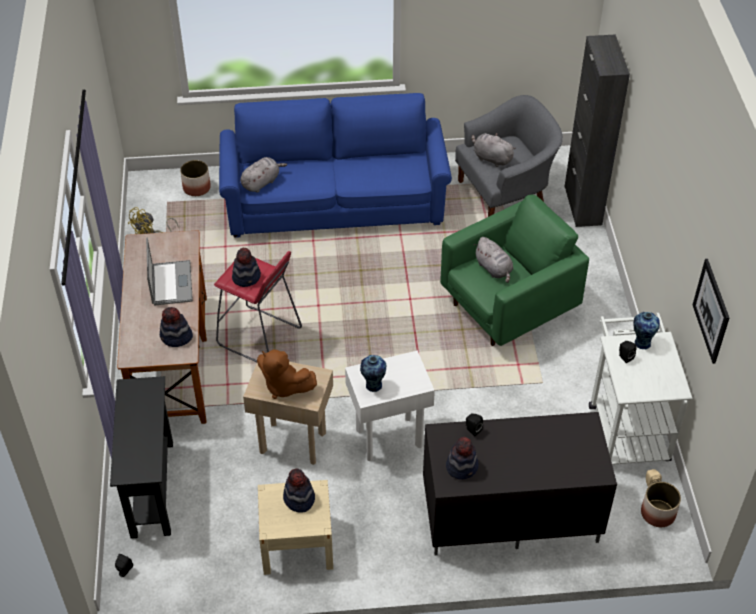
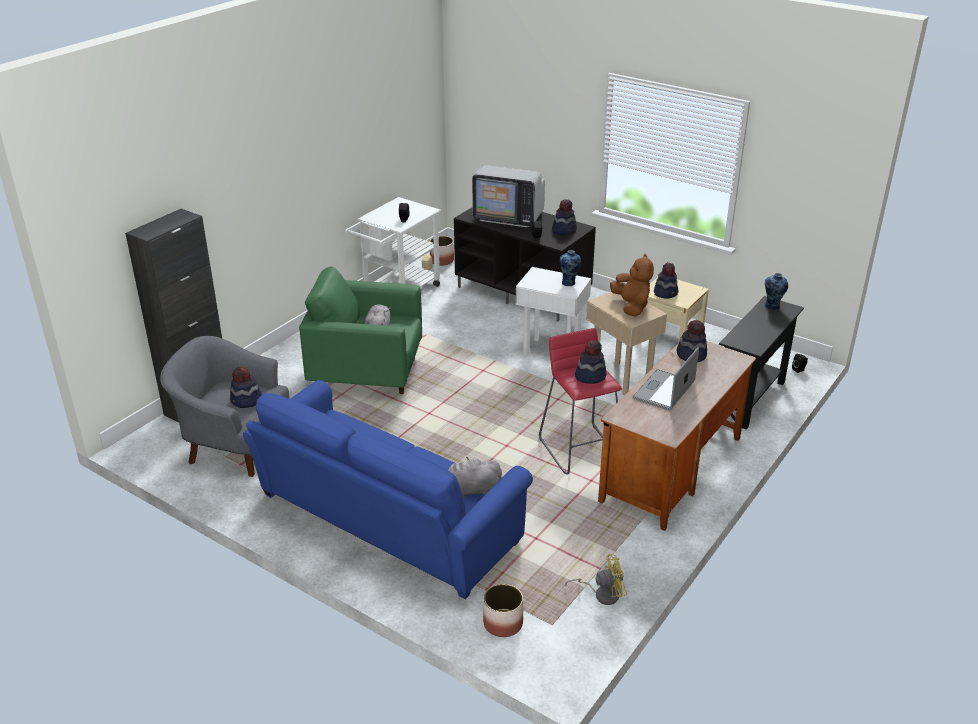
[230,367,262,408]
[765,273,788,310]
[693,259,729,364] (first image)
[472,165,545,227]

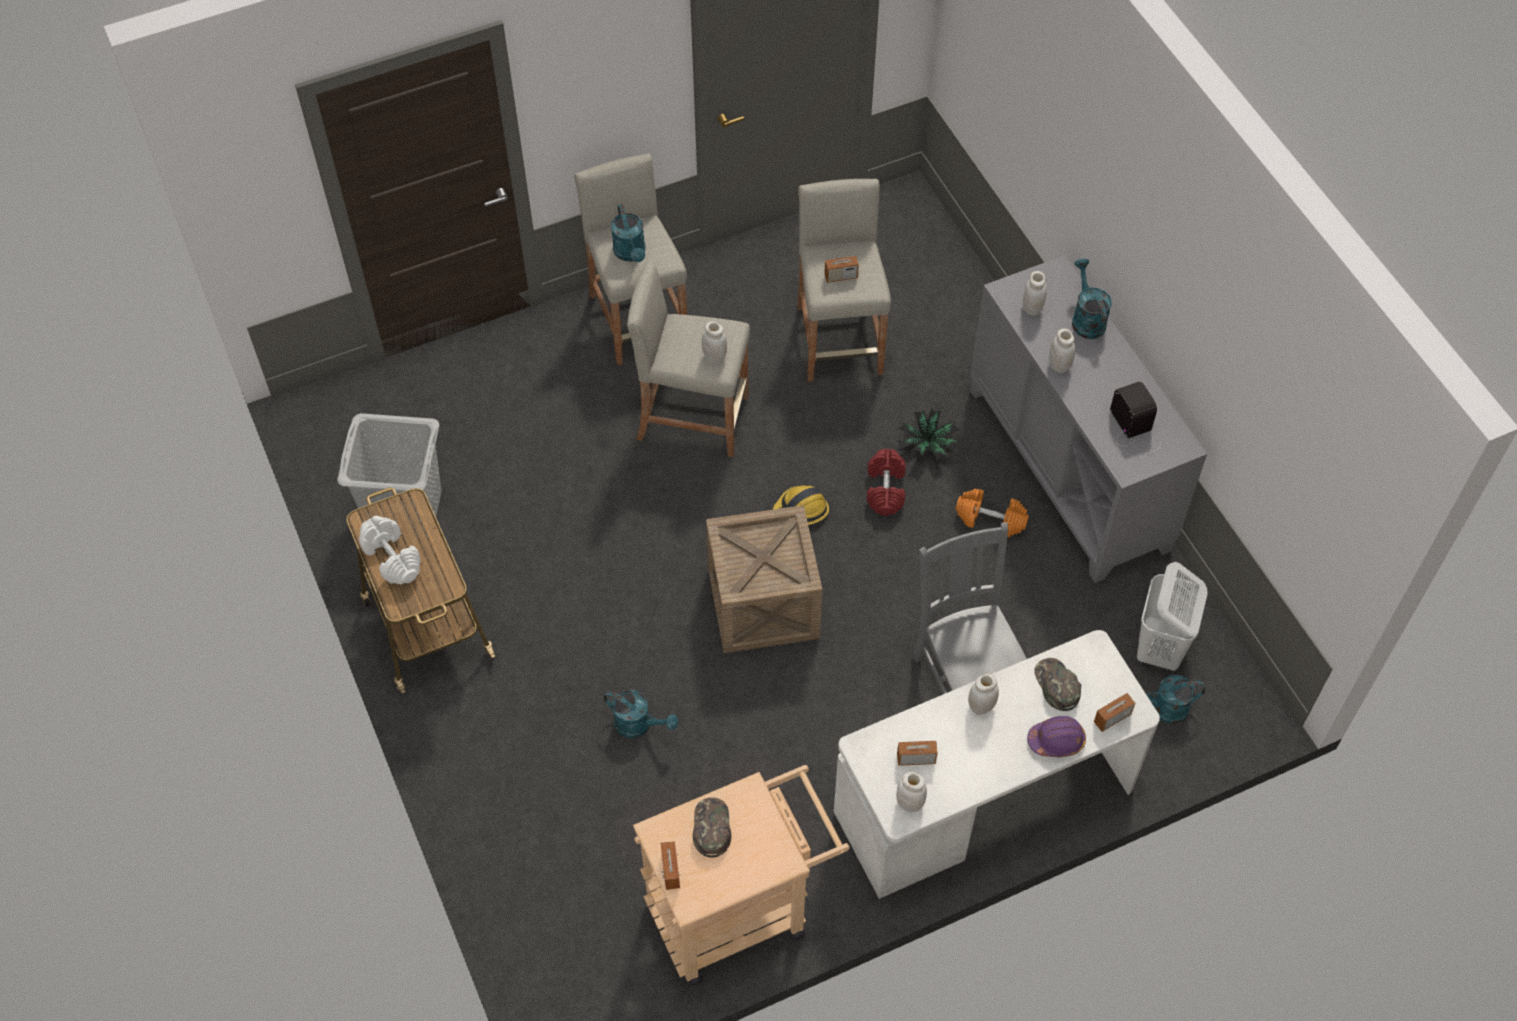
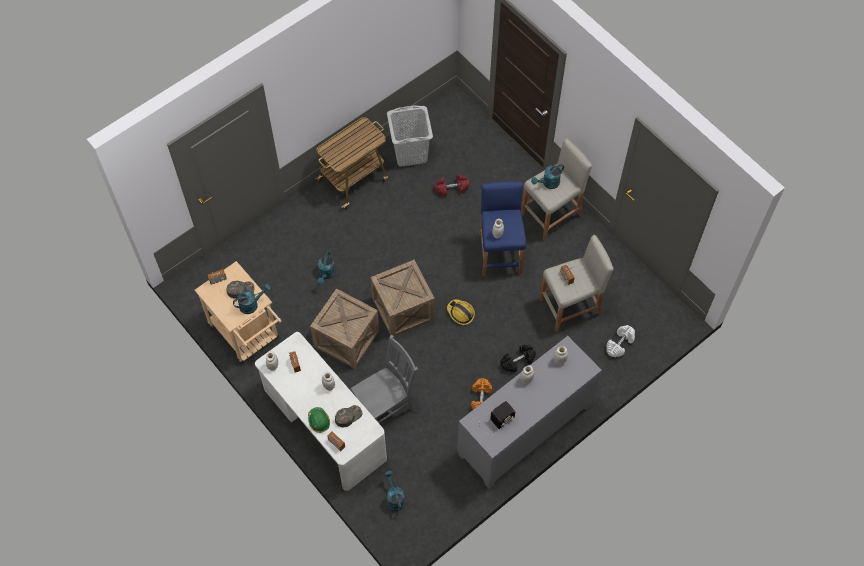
[606,325,635,357]
[479,181,526,277]
[435,175,469,196]
[501,345,536,372]
[308,407,330,433]
[233,284,271,314]
[1137,562,1208,672] (first image)
[310,288,380,369]

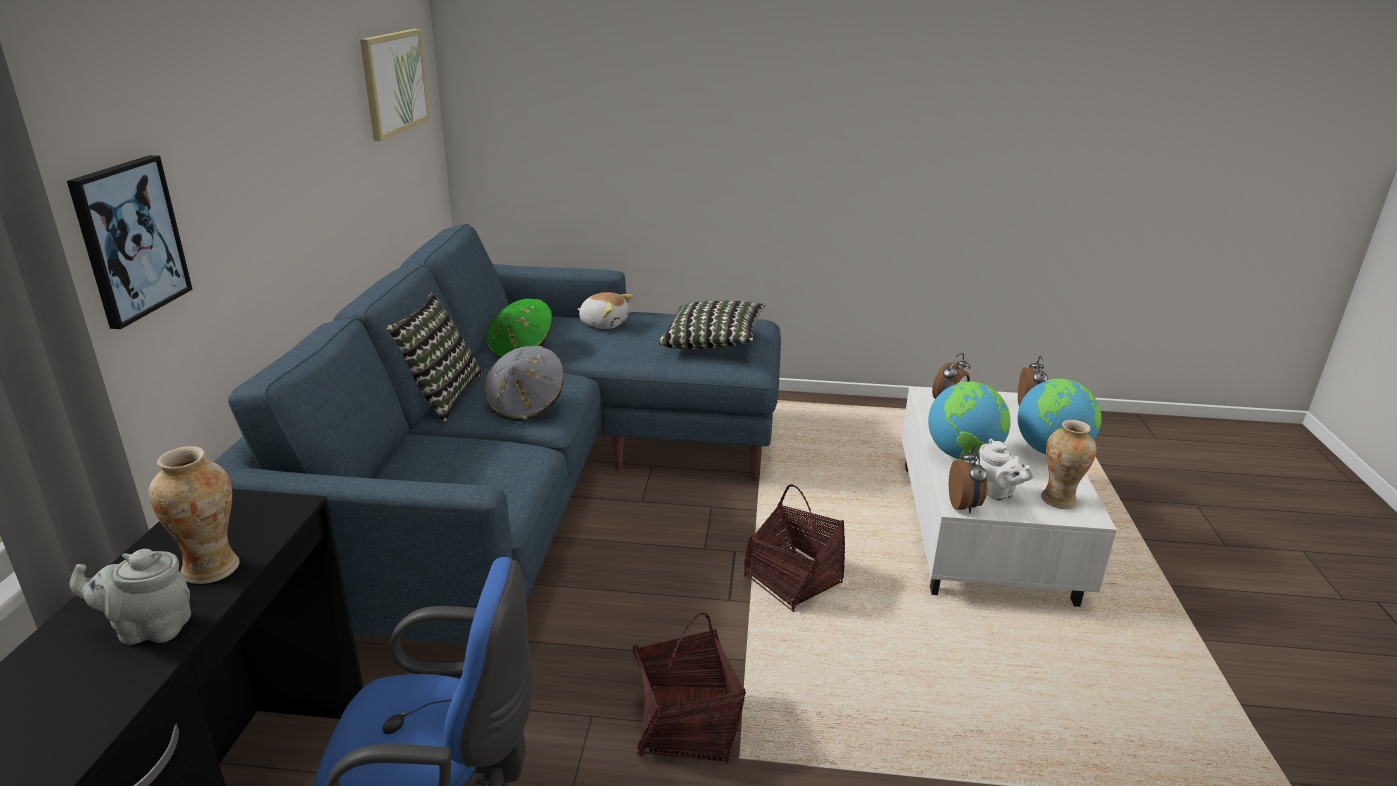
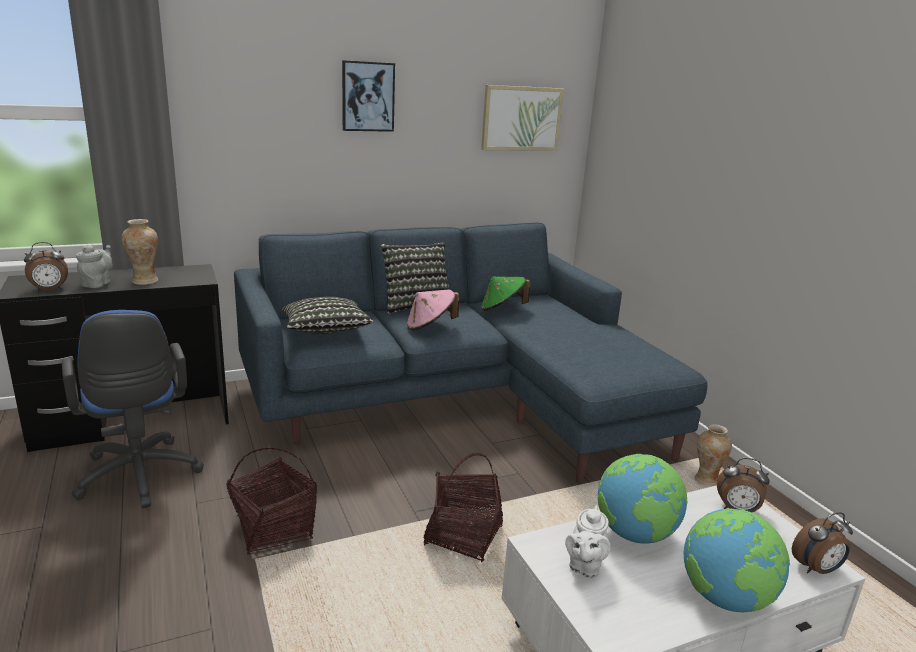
[342,60,395,132]
[76,244,113,288]
[407,290,459,331]
[578,292,633,329] (first image)
[282,297,374,334]
[24,242,68,292]
[695,424,732,487]

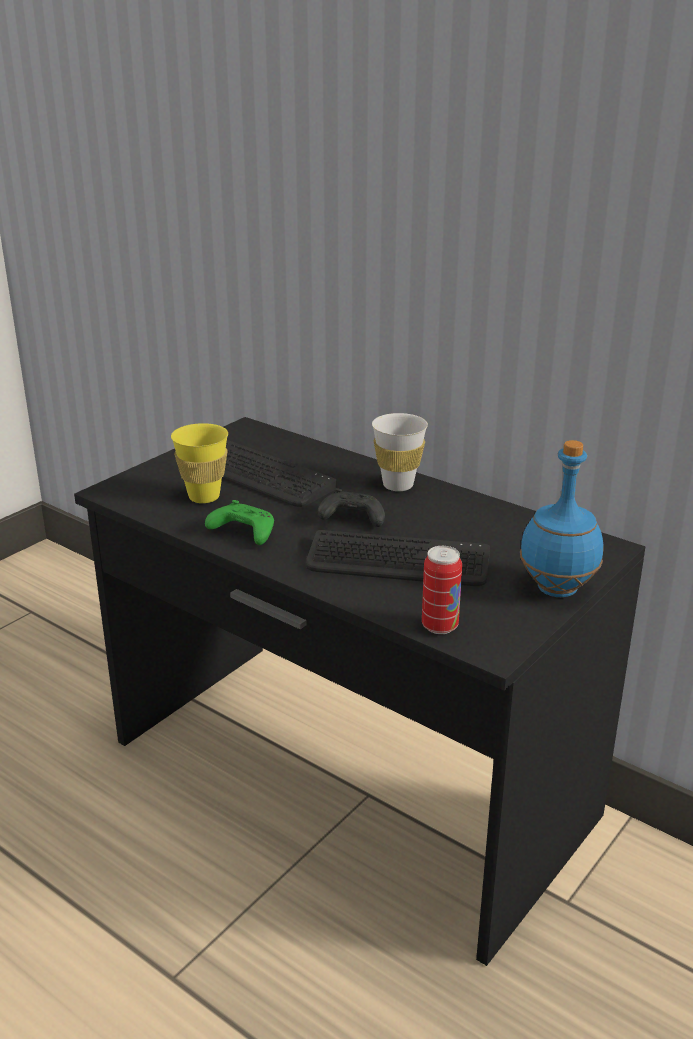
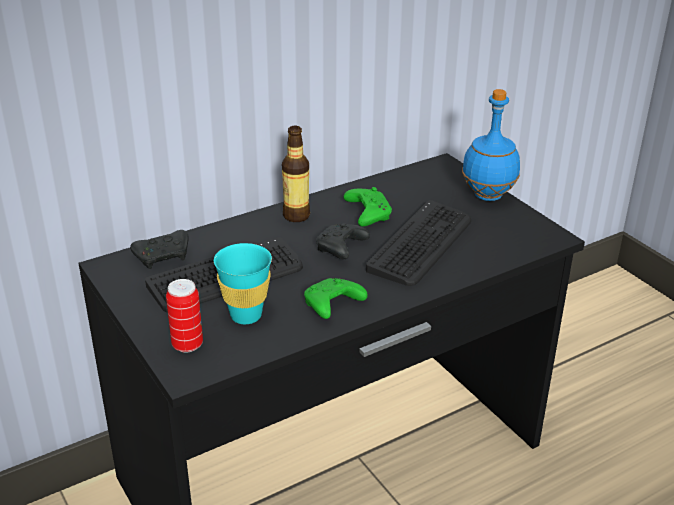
[214,243,272,324]
[282,126,310,222]
[166,279,203,353]
[130,230,189,269]
[344,187,392,227]

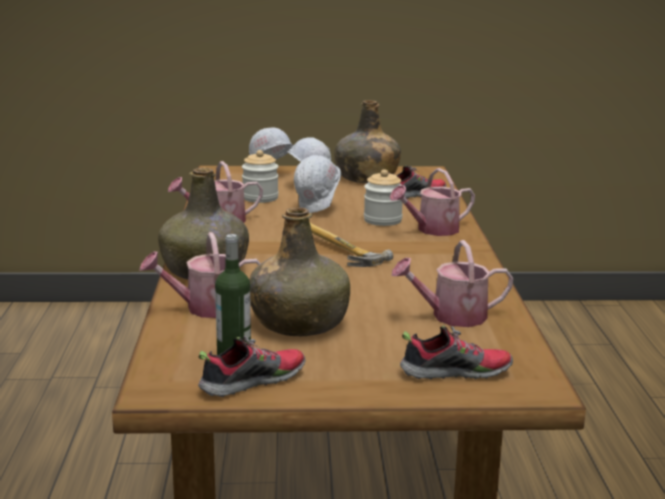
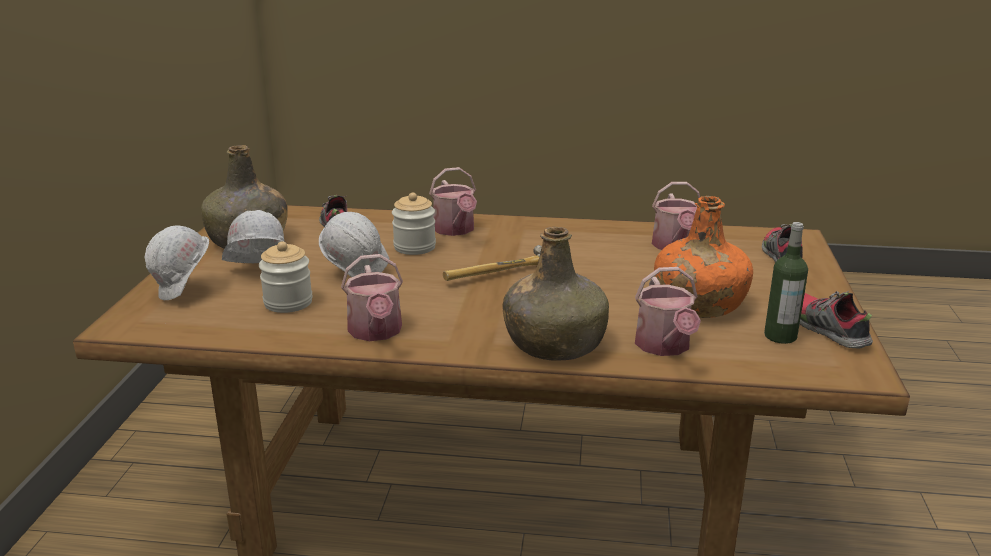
[654,196,753,318]

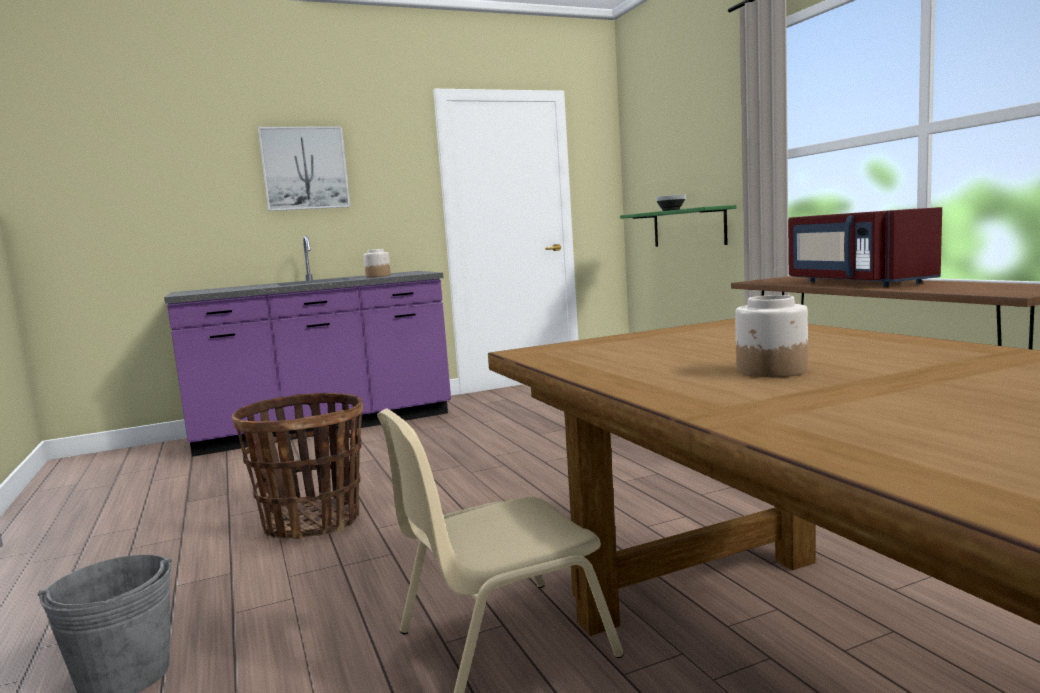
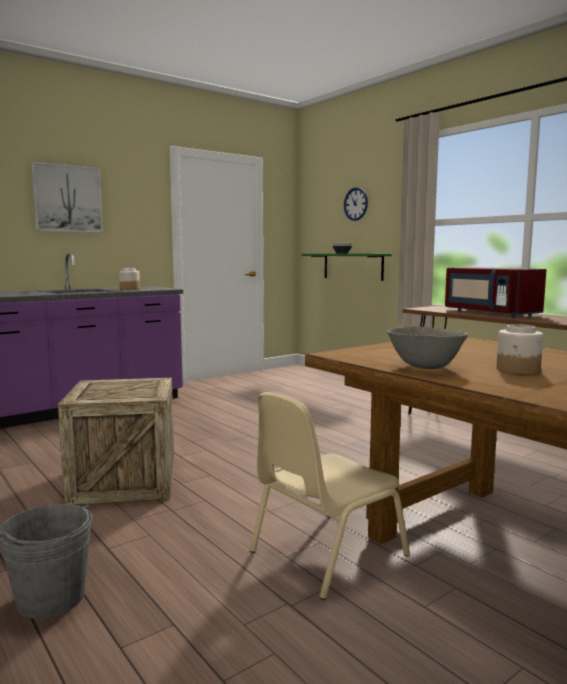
[58,378,175,505]
[344,187,368,221]
[387,326,468,369]

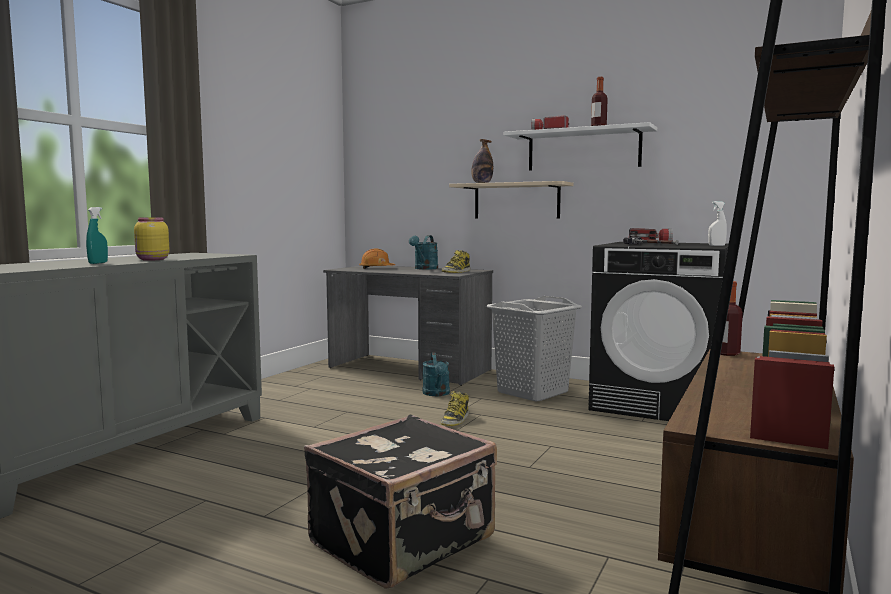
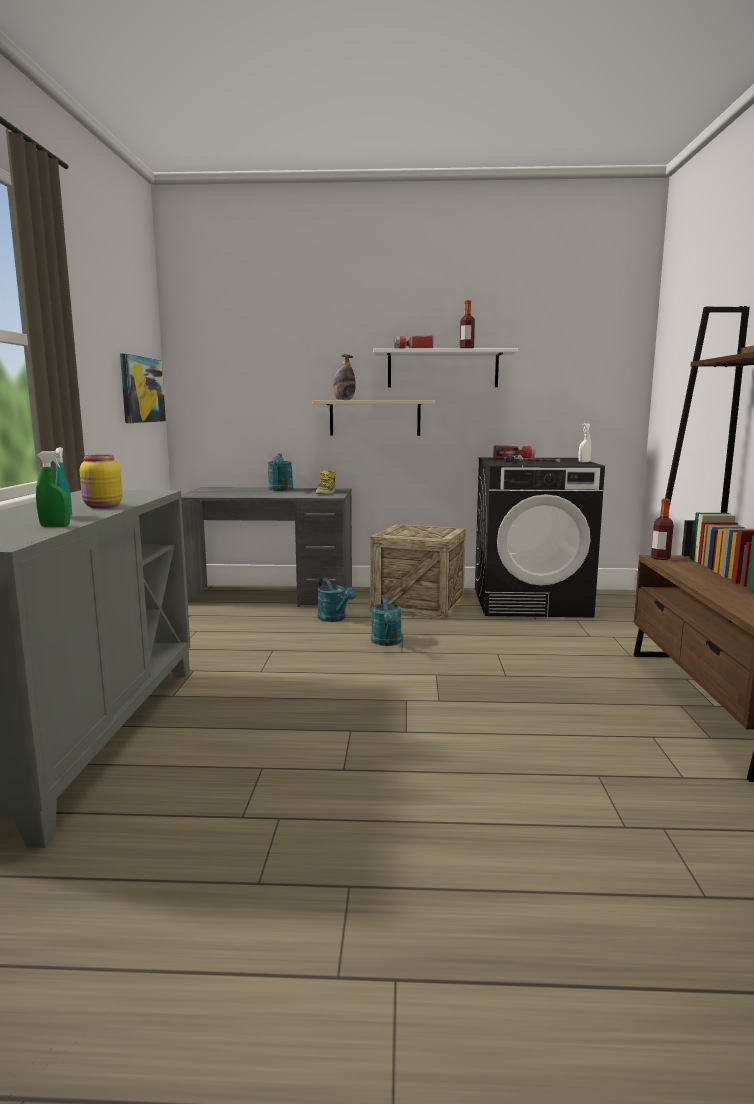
[304,415,497,589] (first image)
[359,248,395,269] (first image)
[371,595,402,646]
[370,524,466,620]
[36,451,70,527]
[120,353,166,423]

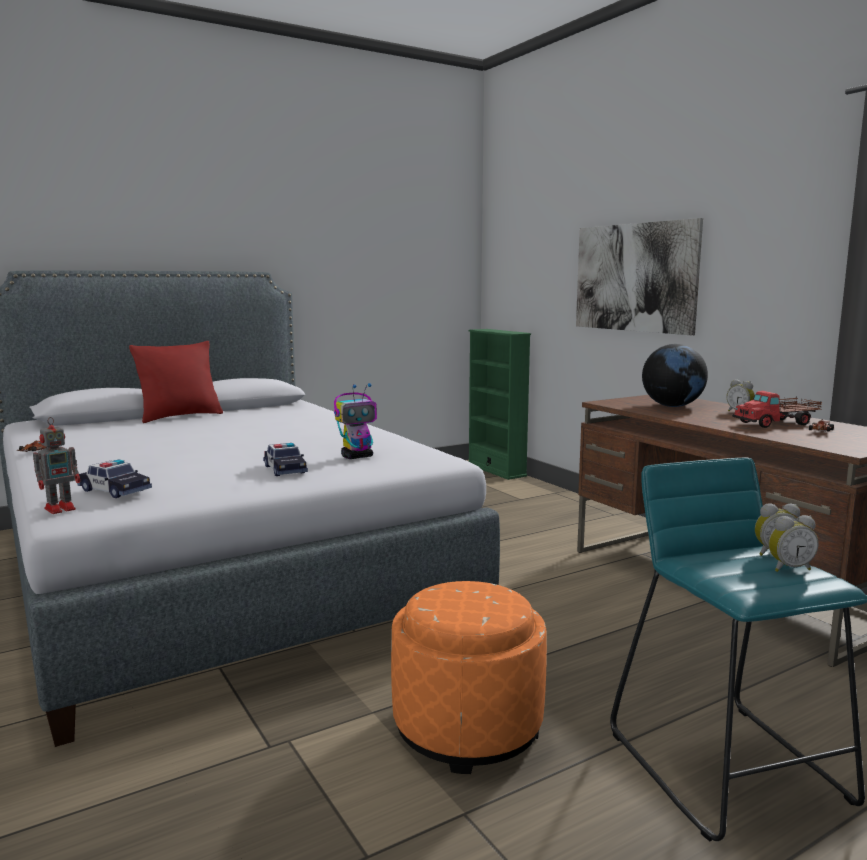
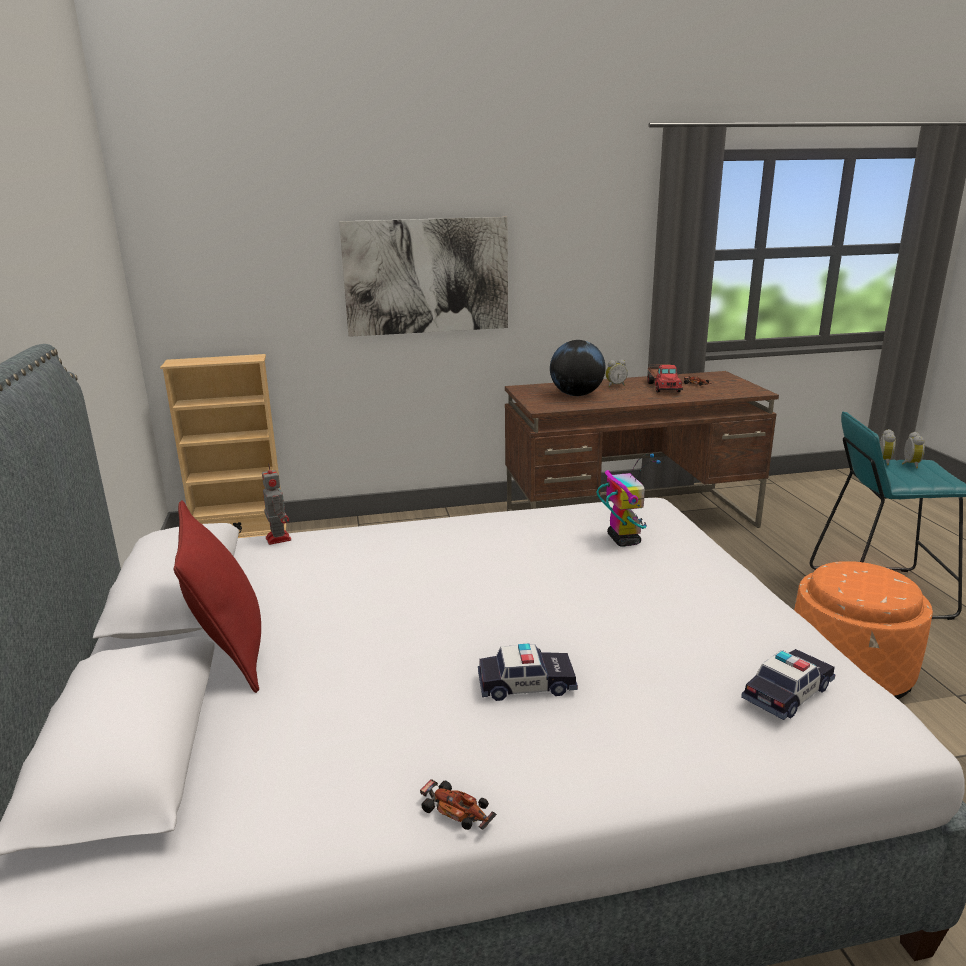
[262,464,291,545]
[478,644,578,701]
[160,354,287,538]

